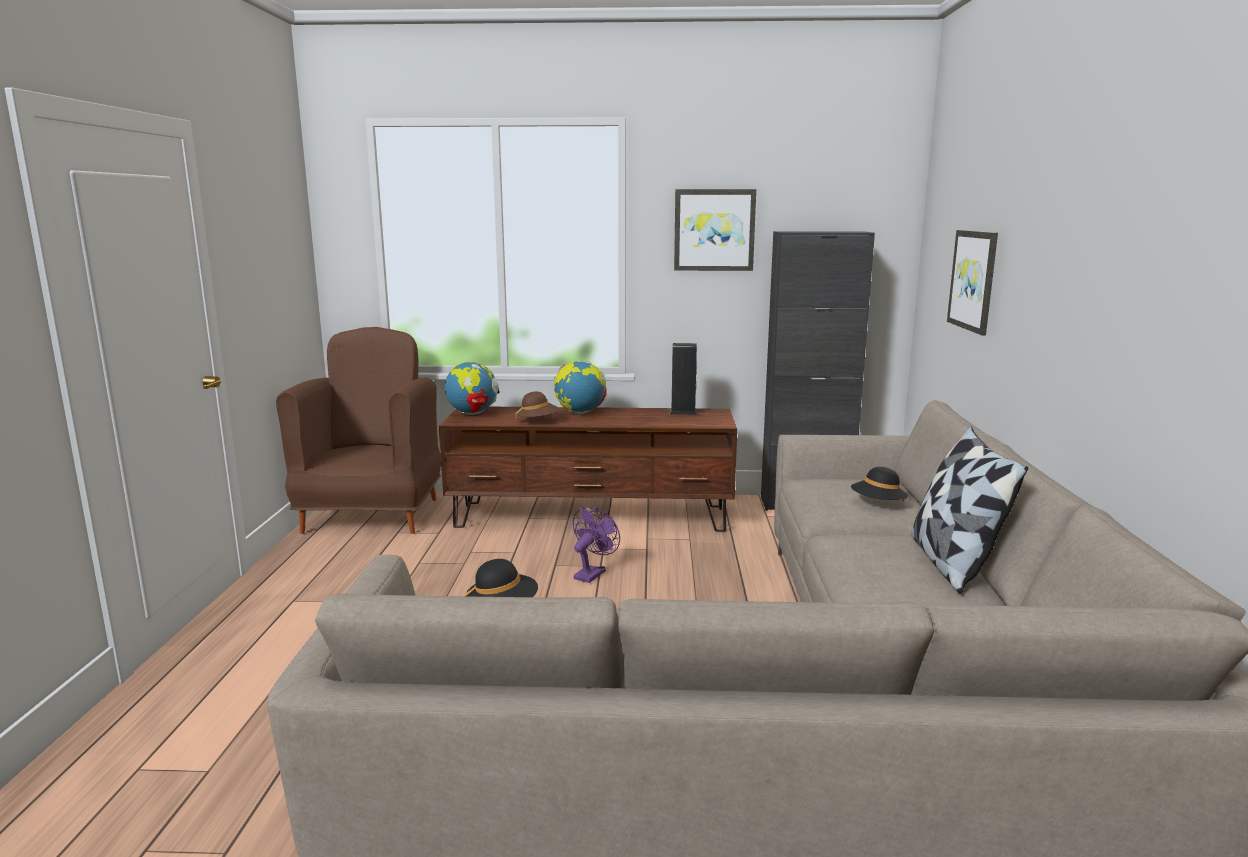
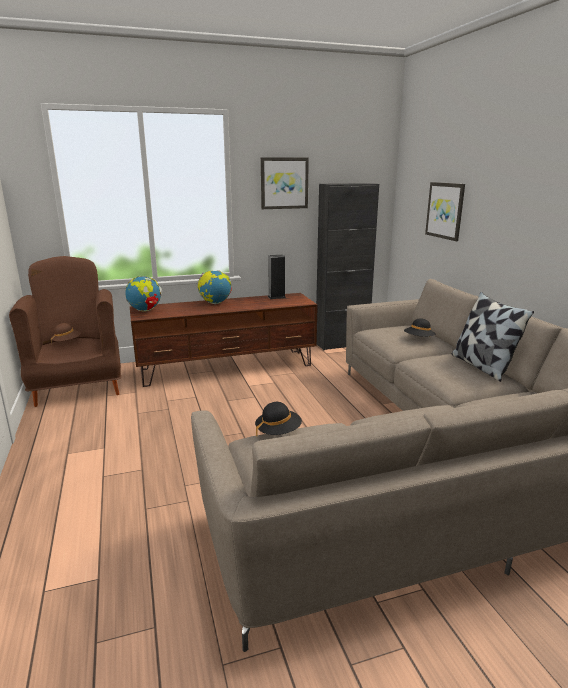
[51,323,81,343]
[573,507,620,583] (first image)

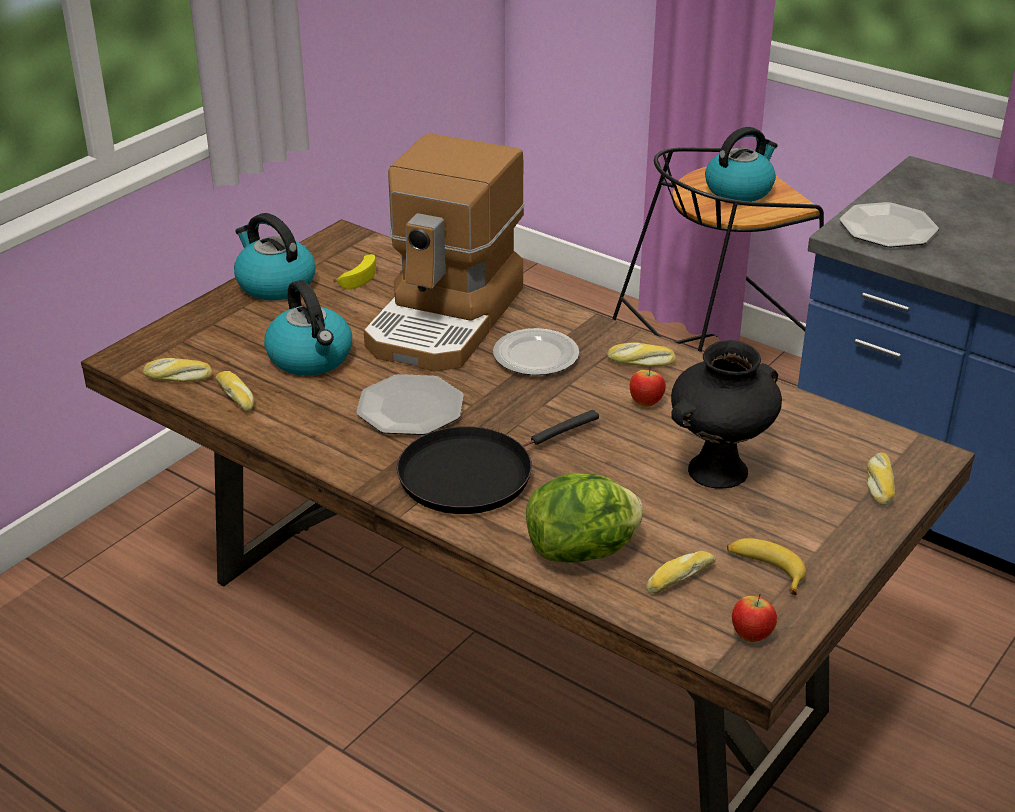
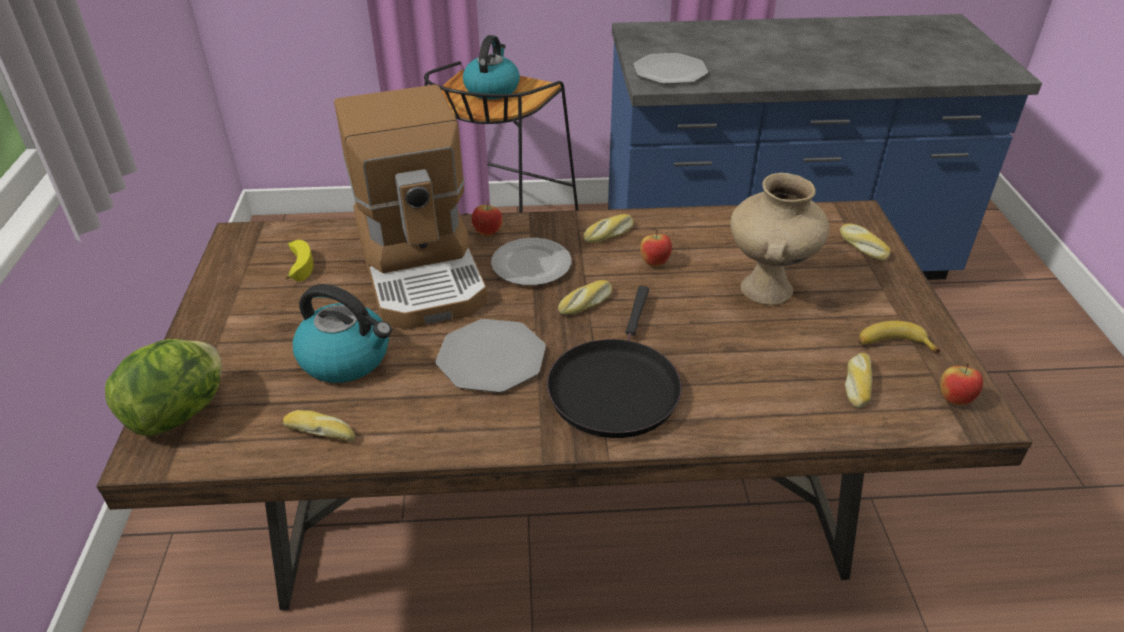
[558,280,613,315]
[234,213,316,300] (first image)
[105,339,222,436]
[730,173,829,305]
[472,201,503,236]

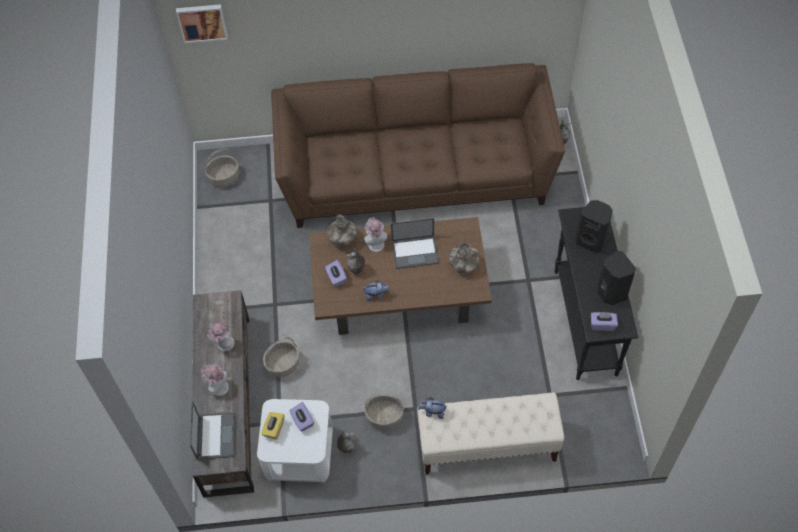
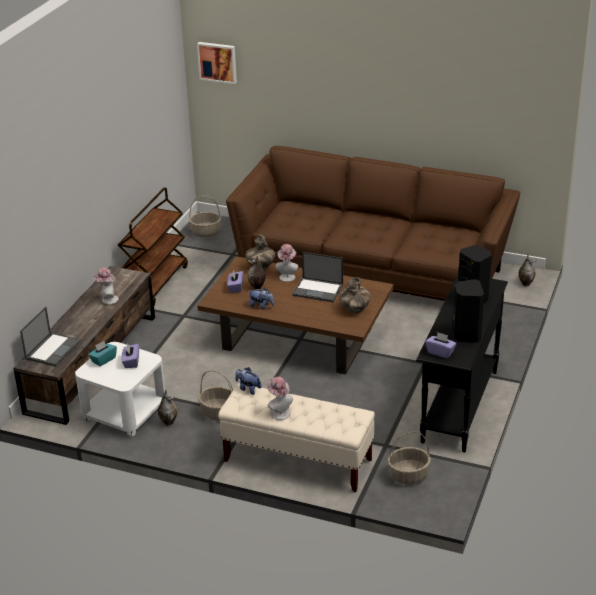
[267,377,293,420]
[88,341,117,366]
[387,432,431,484]
[118,188,188,306]

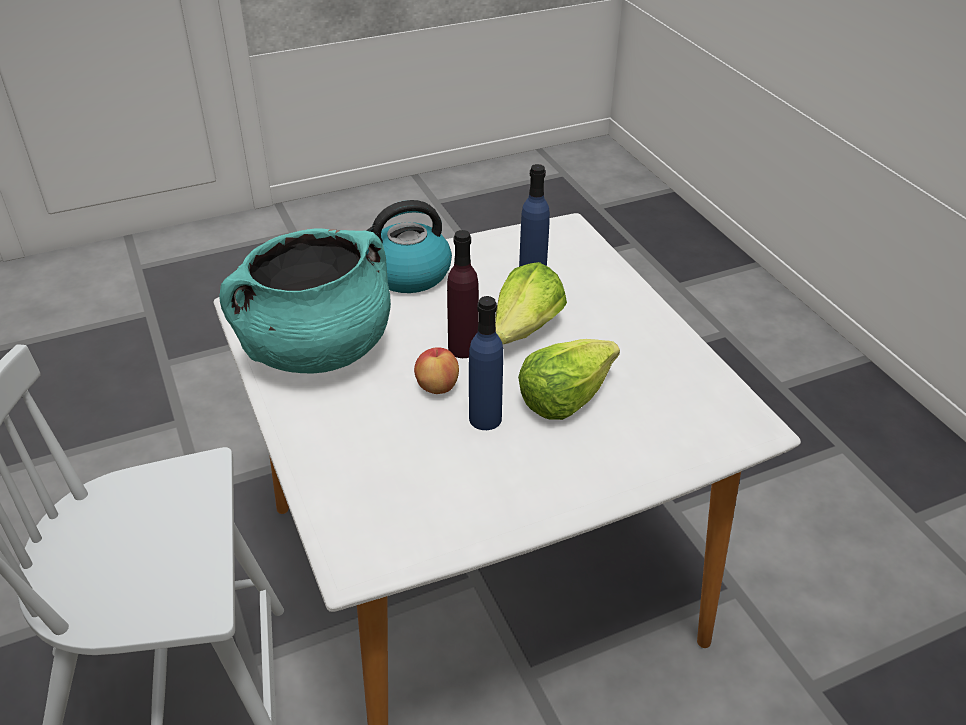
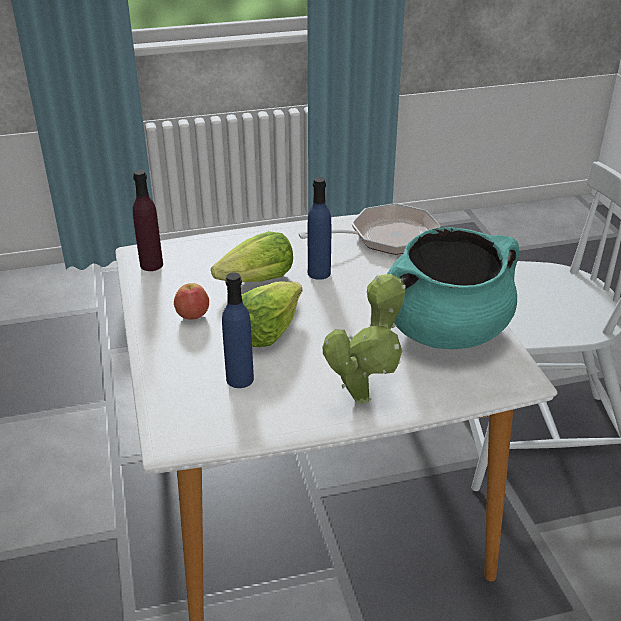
[323,274,406,404]
[174,283,209,320]
[133,170,163,271]
[299,203,440,255]

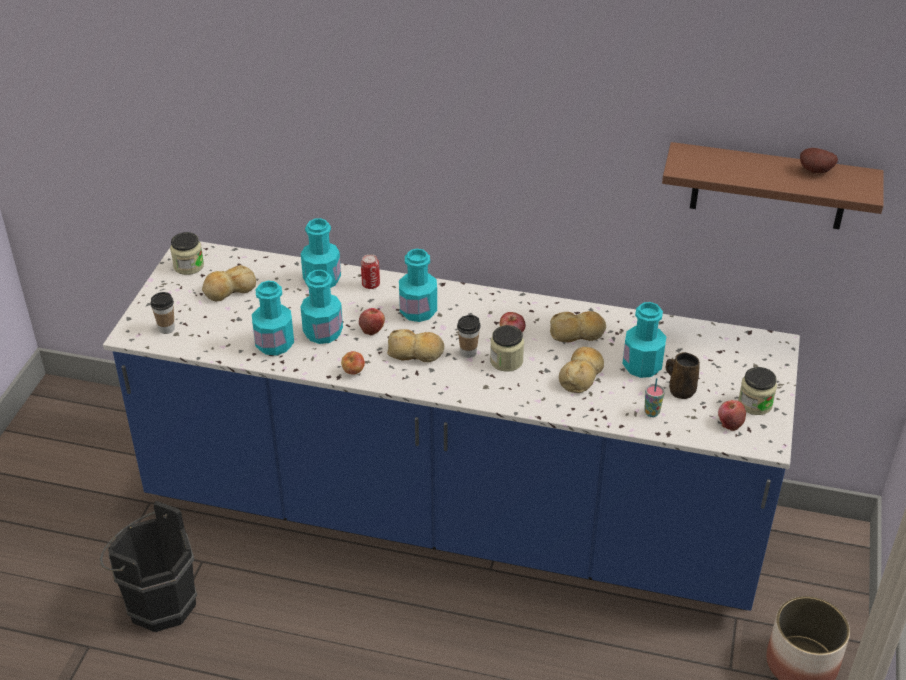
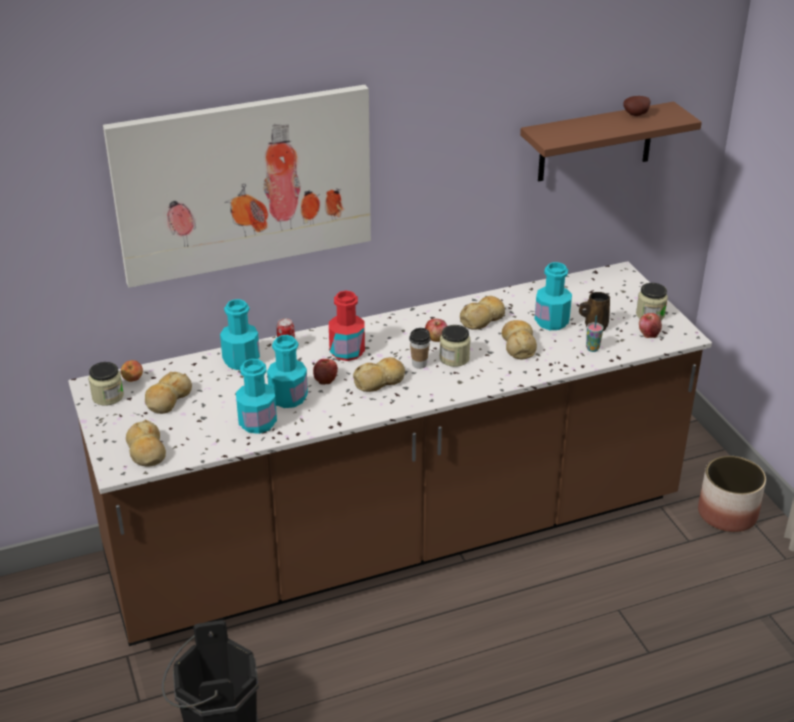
[68,261,712,646]
[126,419,166,467]
[121,360,143,382]
[329,291,365,361]
[103,85,371,288]

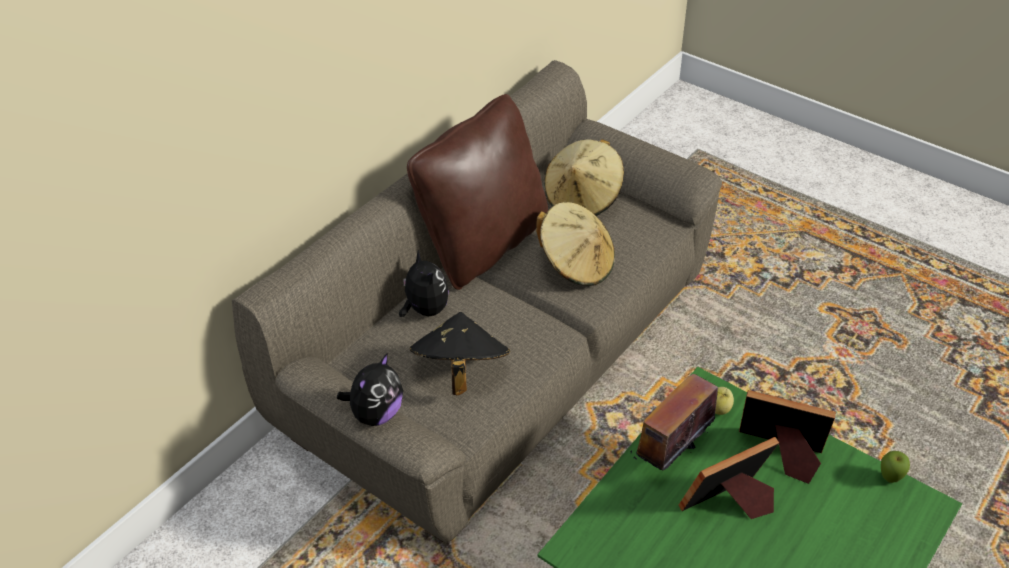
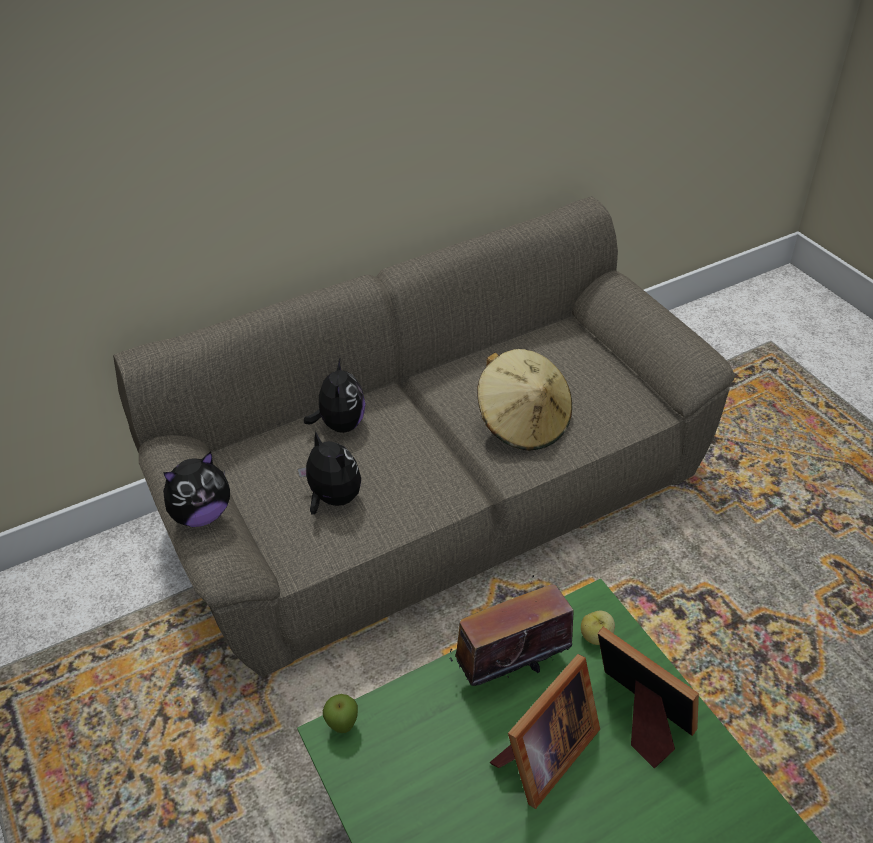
[407,94,548,290] (first image)
[298,431,361,515]
[544,139,624,216] (first image)
[490,654,600,809]
[323,694,358,733]

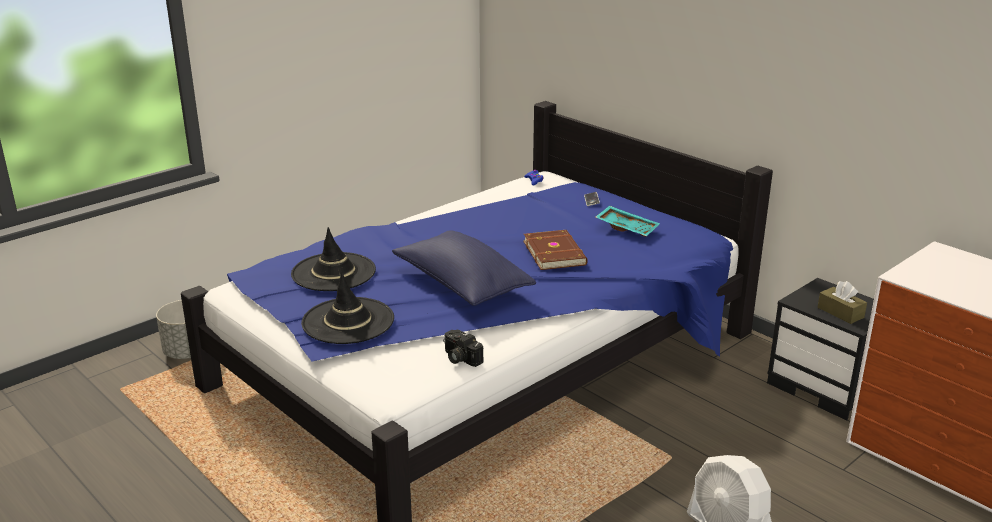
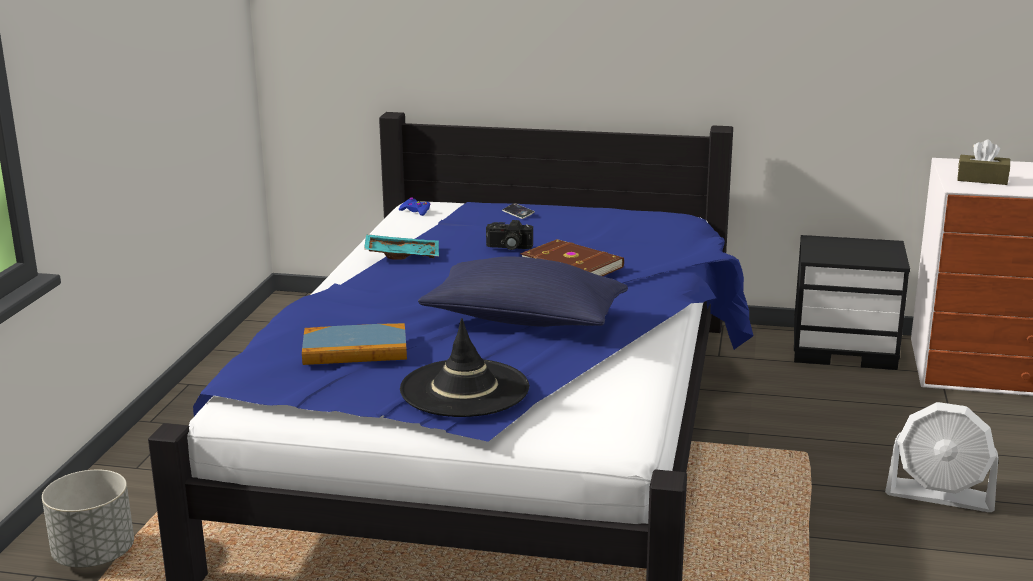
[302,323,407,365]
[486,220,533,250]
[364,234,439,260]
[957,140,1010,185]

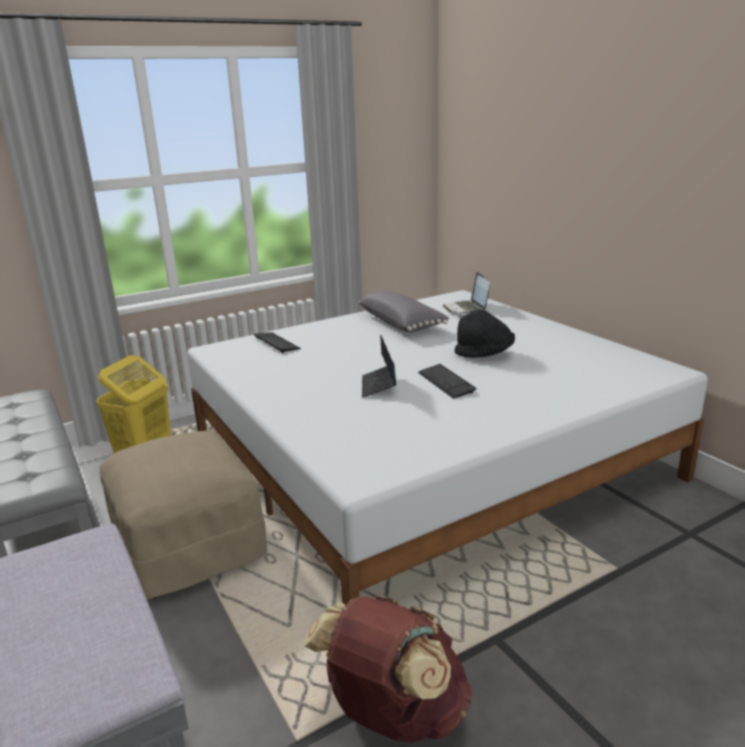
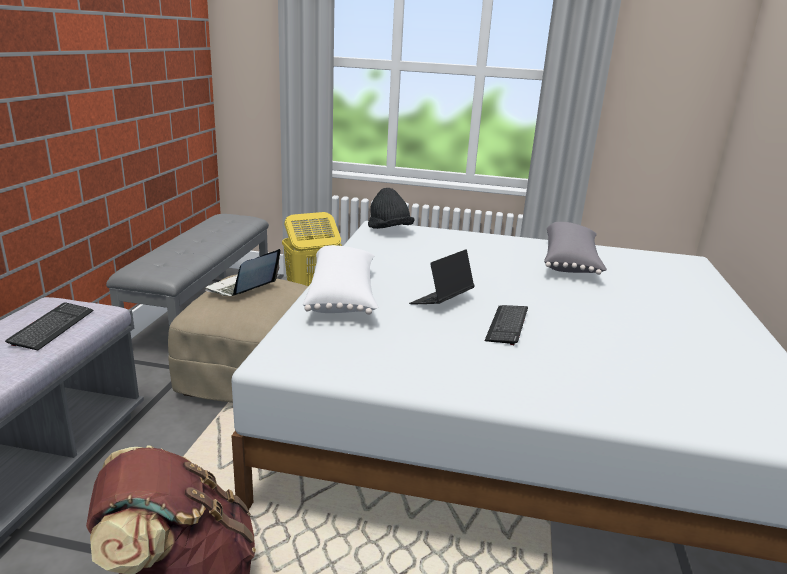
[5,302,94,351]
[205,249,281,296]
[368,188,414,229]
[303,245,378,315]

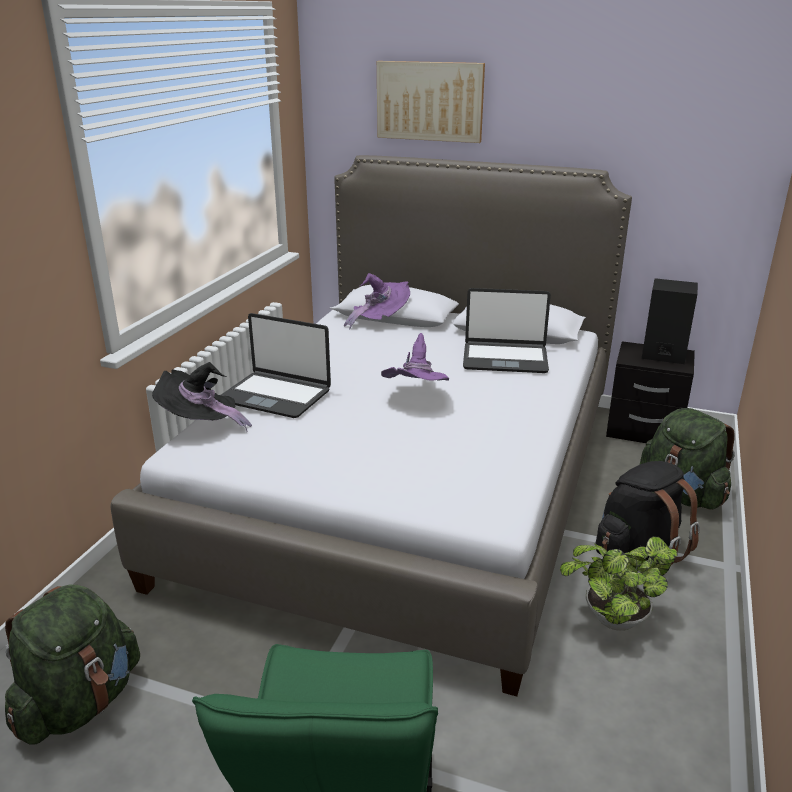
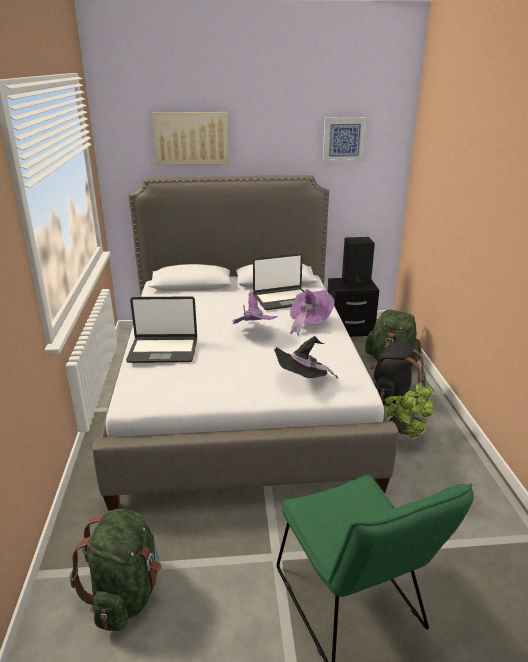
[274,336,338,379]
[290,289,335,336]
[323,117,367,162]

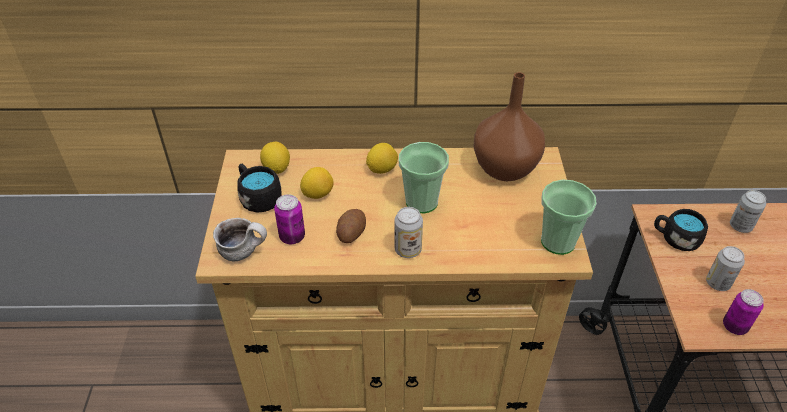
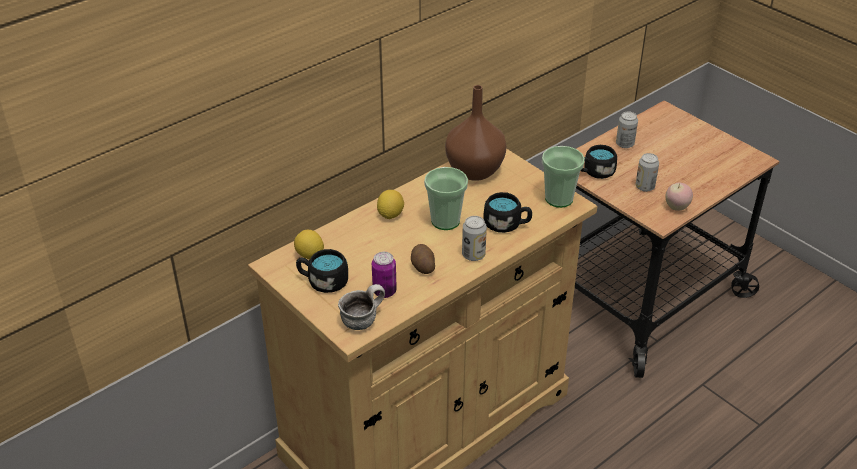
[300,167,334,199] (first image)
[665,183,693,211]
[484,192,532,233]

